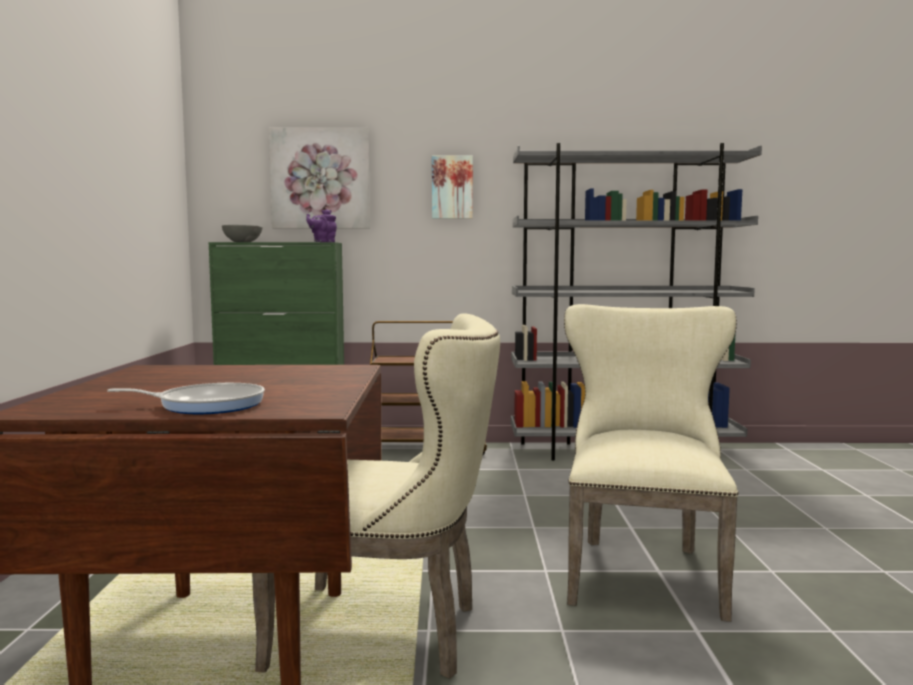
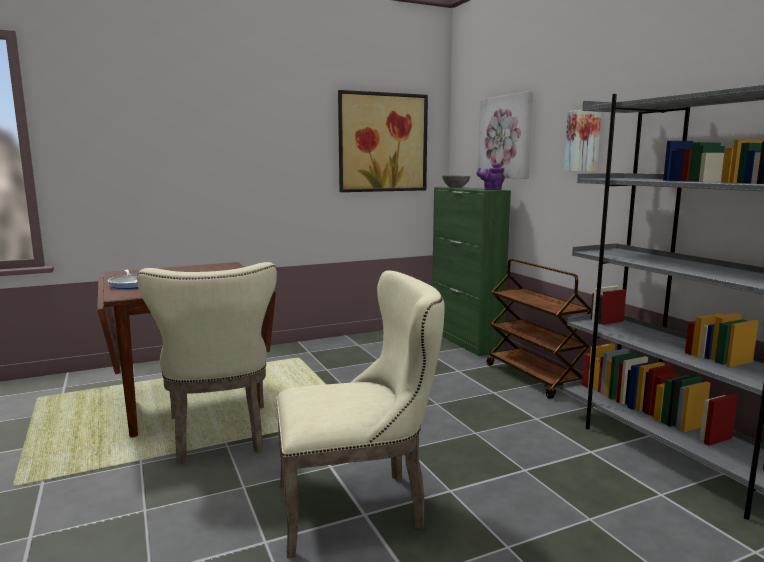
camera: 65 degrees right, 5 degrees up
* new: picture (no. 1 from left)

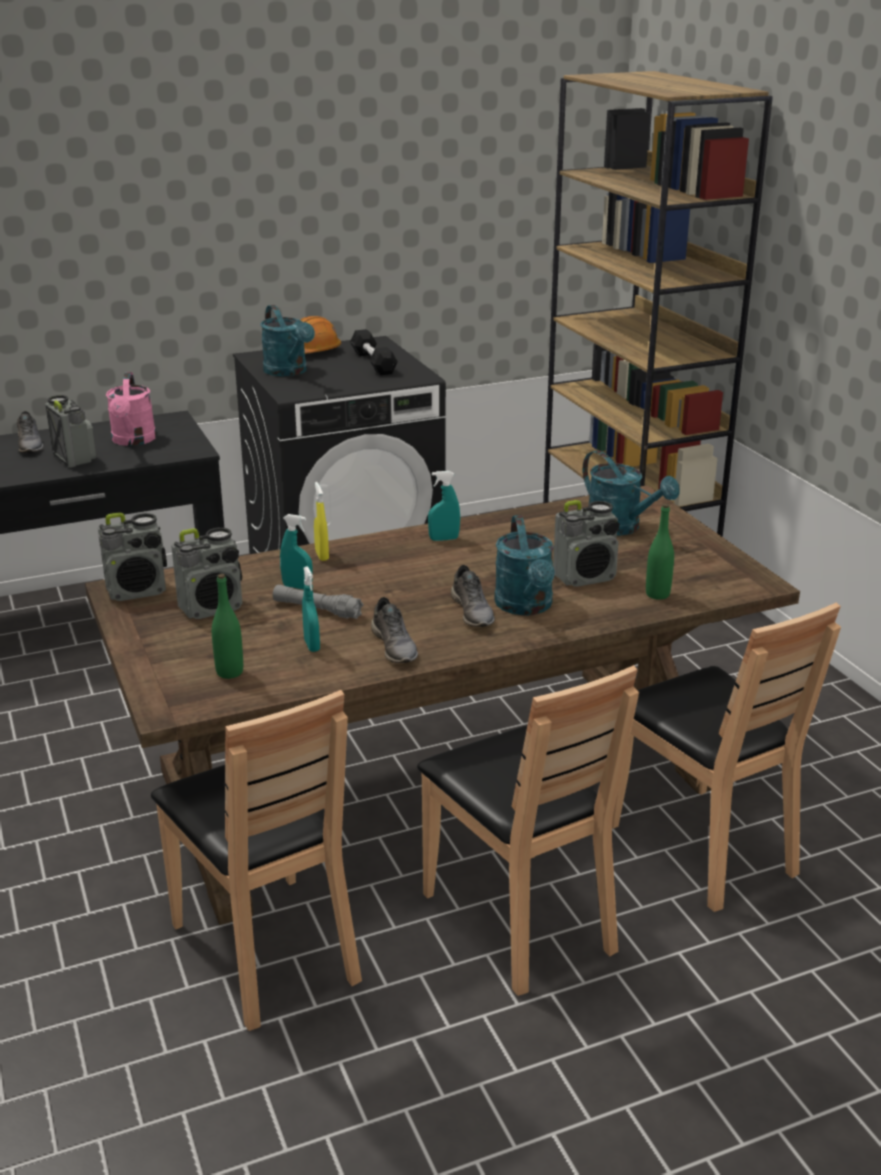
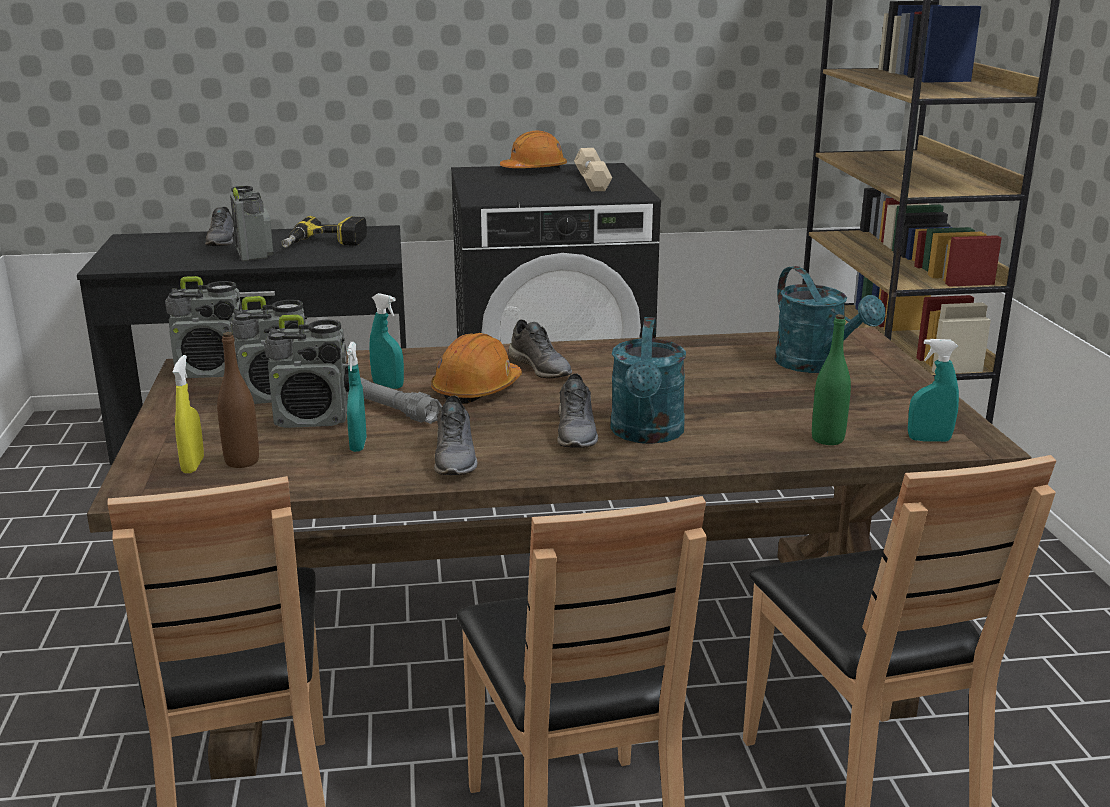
camera: 15 degrees right, 5 degrees down
* shifted: yellow_spray_bottle
* repainted: green_bottle (no. 1 from left) to brown_bottle
* shifted: radio (no. 4 from left)
* swapped: pink_watering_can to power_drill
* new: orange_hard_hat (no. 1 from left)
* new: grey_shoe (no. 3 from left)
* repainted: black_dumbbell to beige_dumbbell
* shifted: turquoise_spray_bottle (no. 3 from left)
* gone: turquoise_watering_can (no. 1 from left)

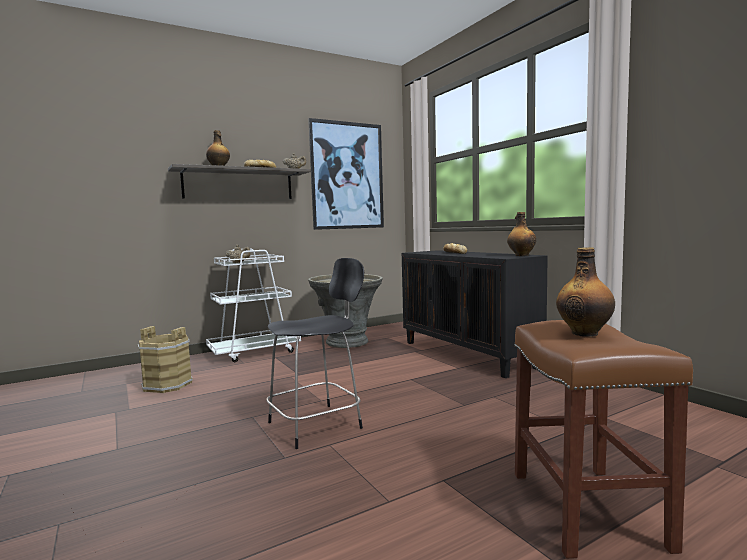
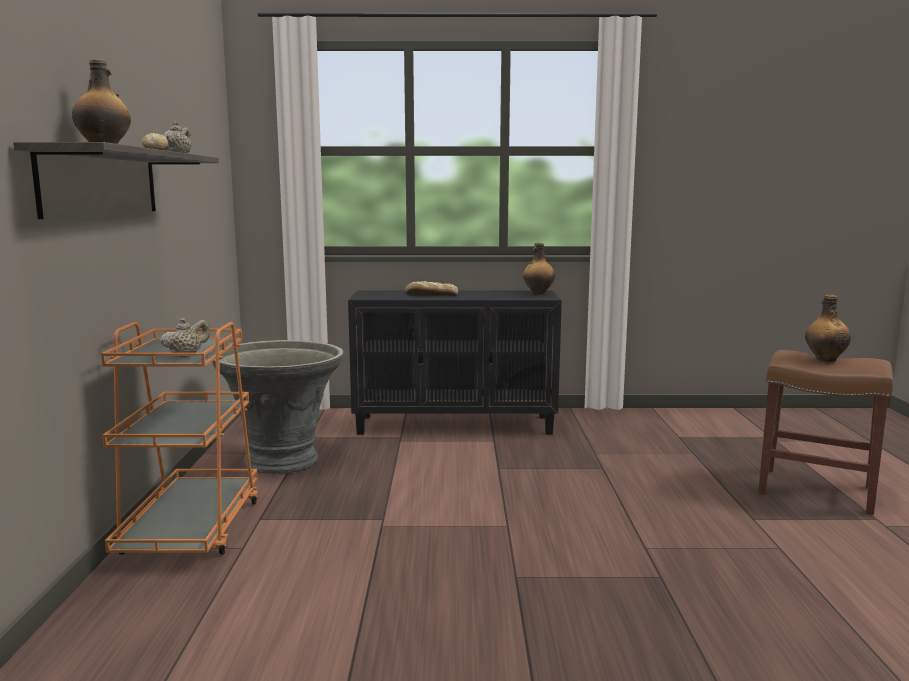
camera: 60 degrees left, 5 degrees up
* repainted: white_cart to orange_cart
* gone: brown_bucket
* gone: black_chair
* gone: picture

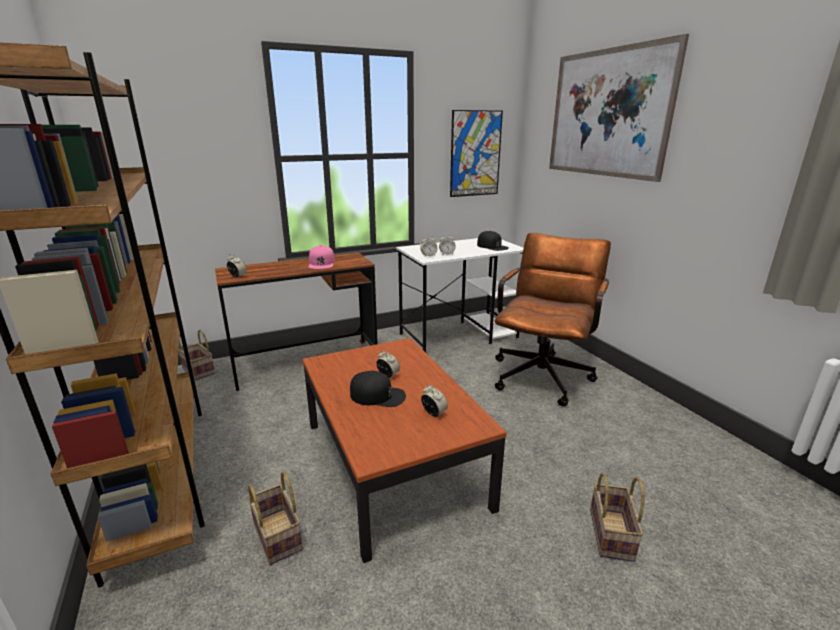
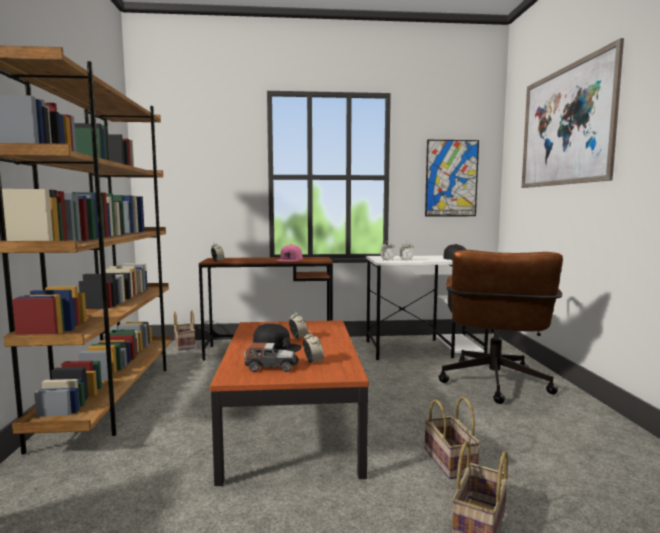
camera: 20 degrees right, 15 degrees down
* new: toy_car
* shifted: basket (no. 2 from left)
* rotated: brown_office_chair 150 degrees clockwise

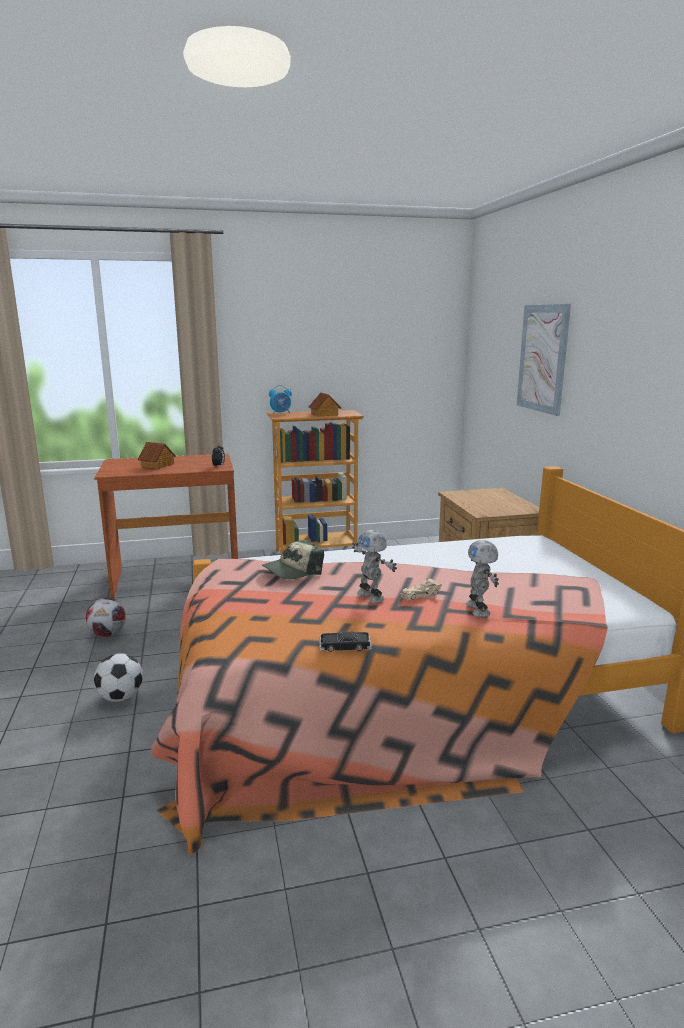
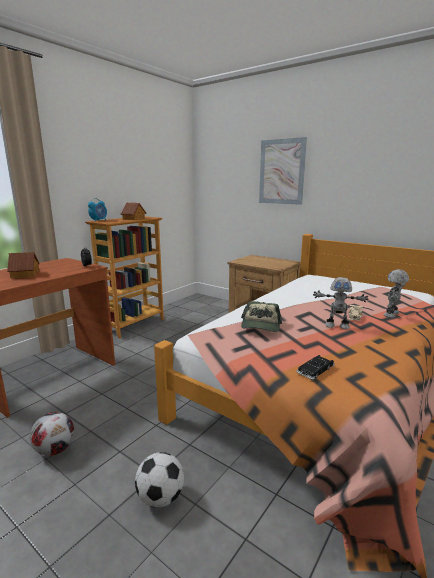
camera: 40 degrees left, 0 degrees up
* shifted: black_toy_car
* rotated: toy_robot (no. 2 from left) 90 degrees clockwise

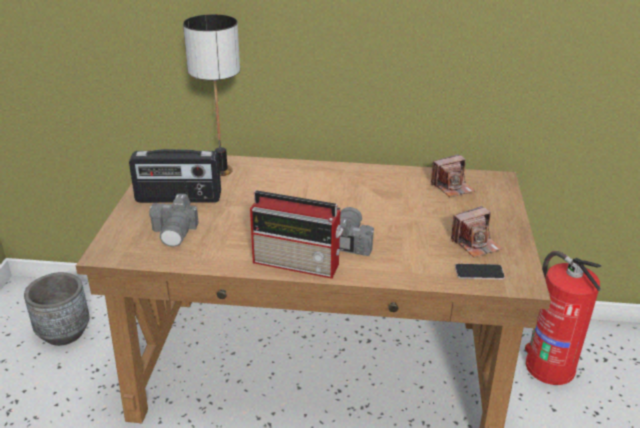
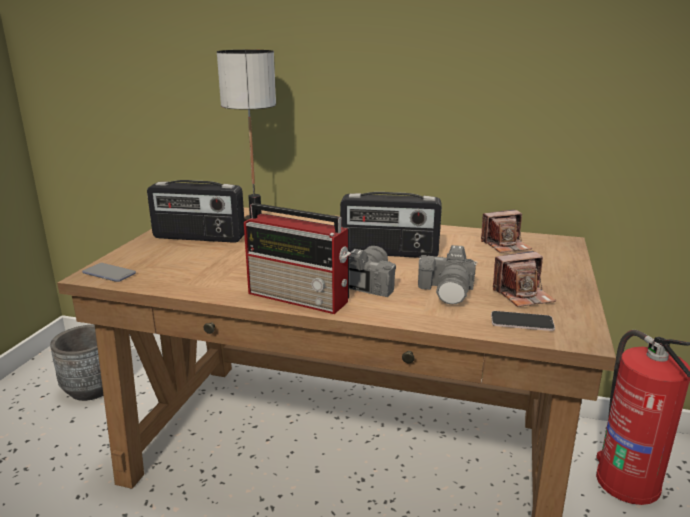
camera: 10 degrees right, 10 degrees down
* new: phone (no. 1 from left)
* new: radio (no. 3 from left)
* shifted: photo_camera (no. 1 from left in the first image) to photo_camera (no. 2 from left)

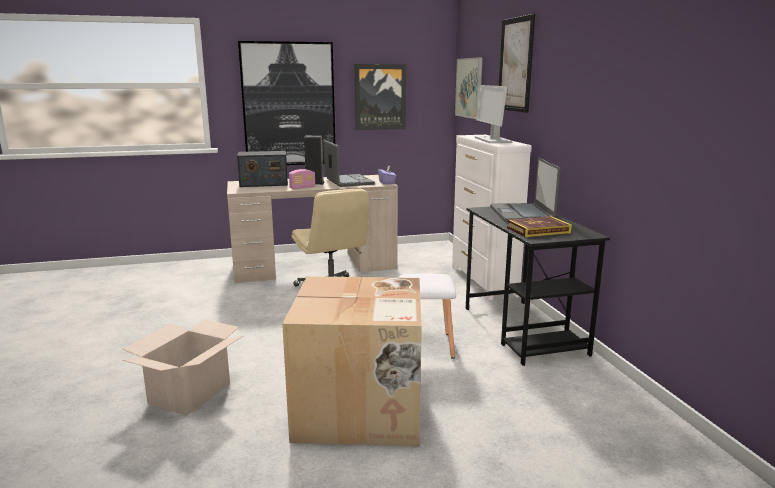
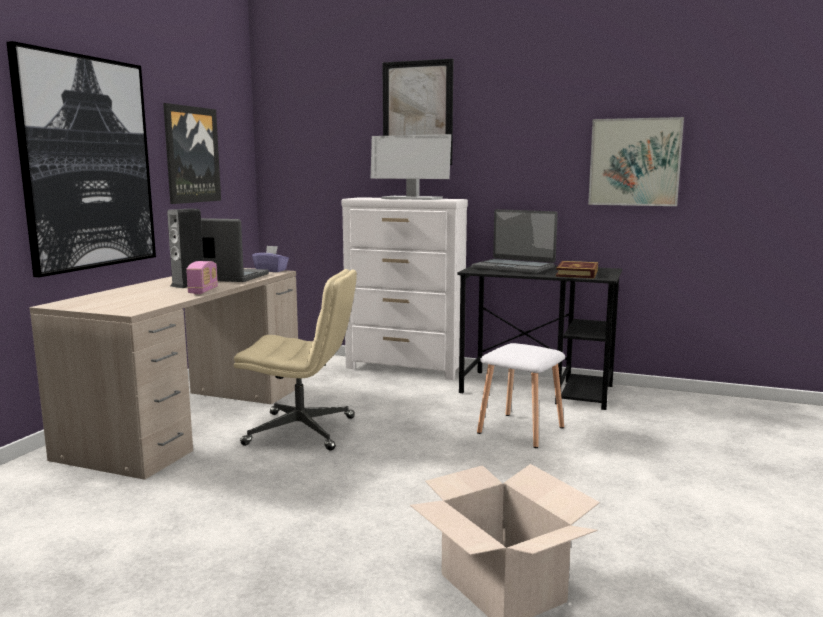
camera: 55 degrees left, 5 degrees down
* shifted: picture (no. 3 from left in the first image) to picture (no. 4 from left)
* gone: radio (no. 1 from left)
* gone: cardboard_box (no. 2 from left)

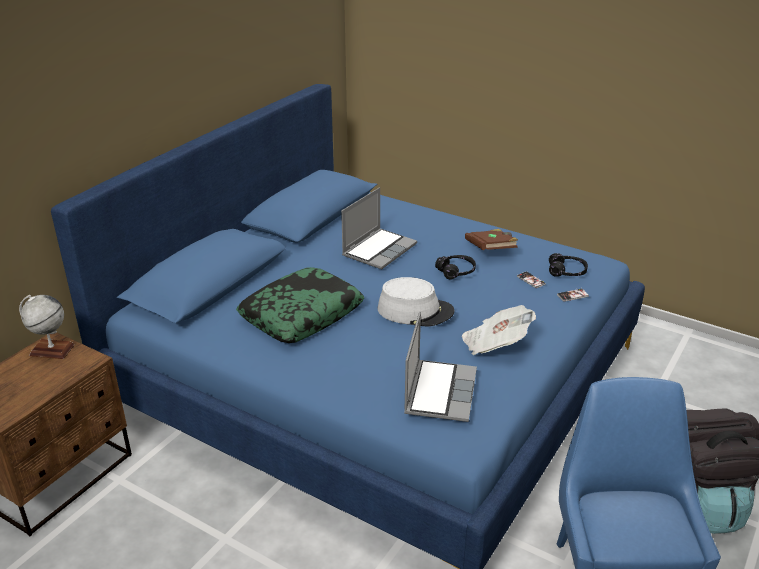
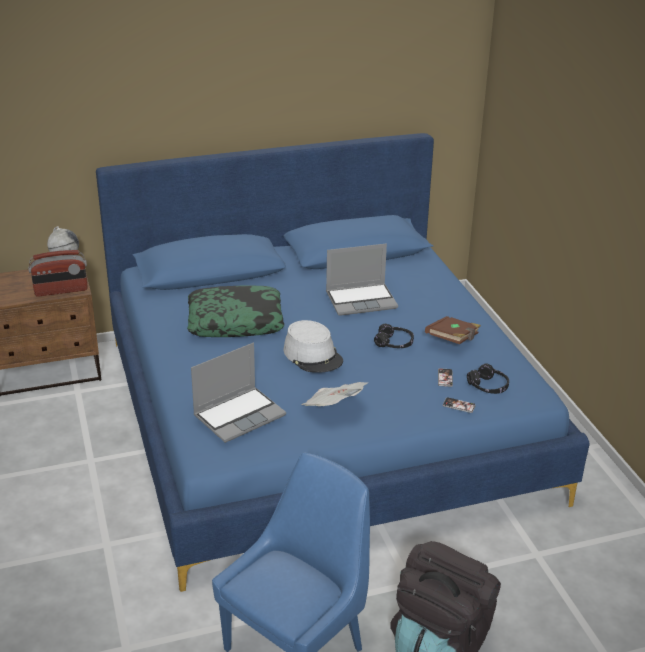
camera: 40 degrees right, 0 degrees up
* new: radio

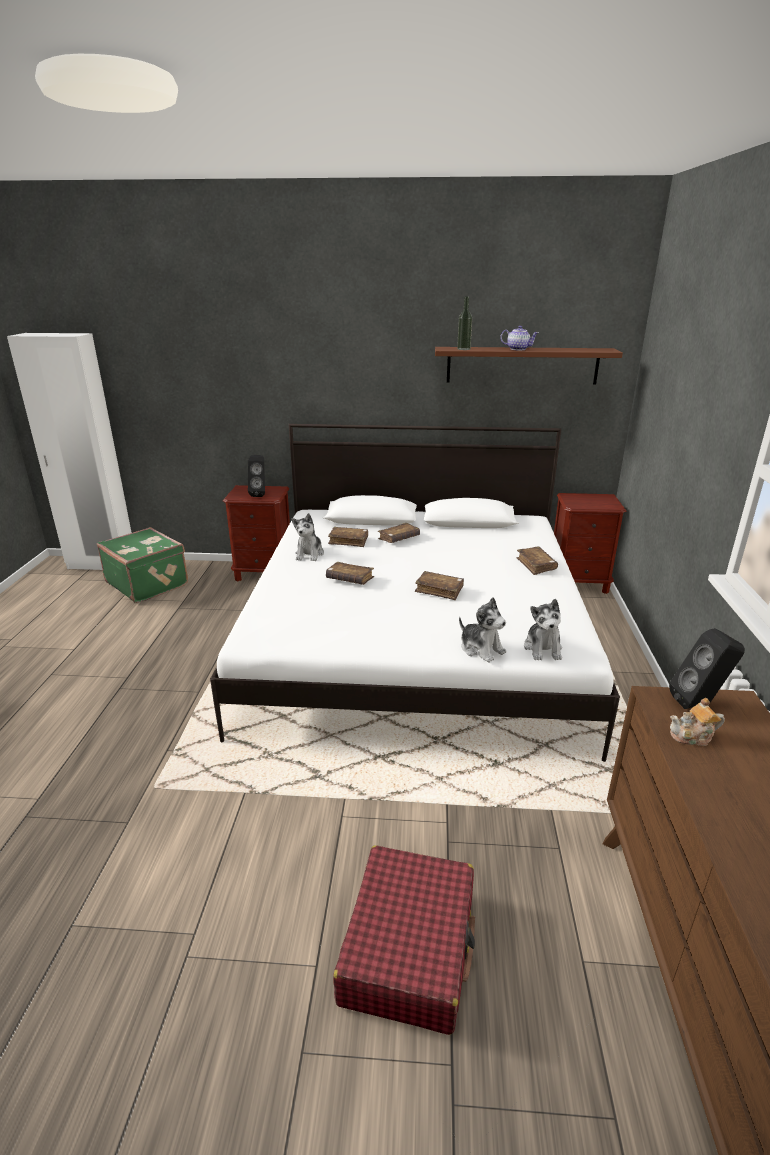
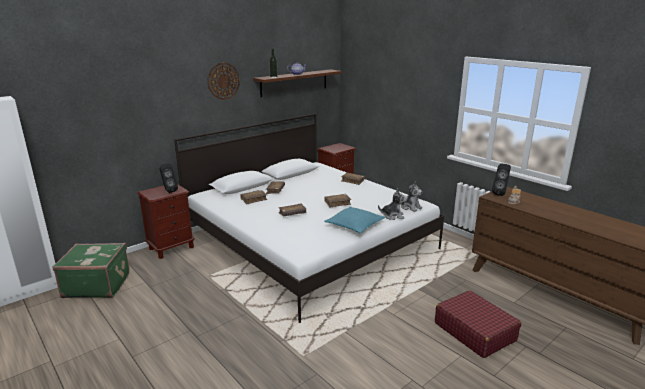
camera: 45 degrees left, 5 degrees down
* new: wall_clock
* new: turquoise_pillow
* gone: plush_toy (no. 1 from left)

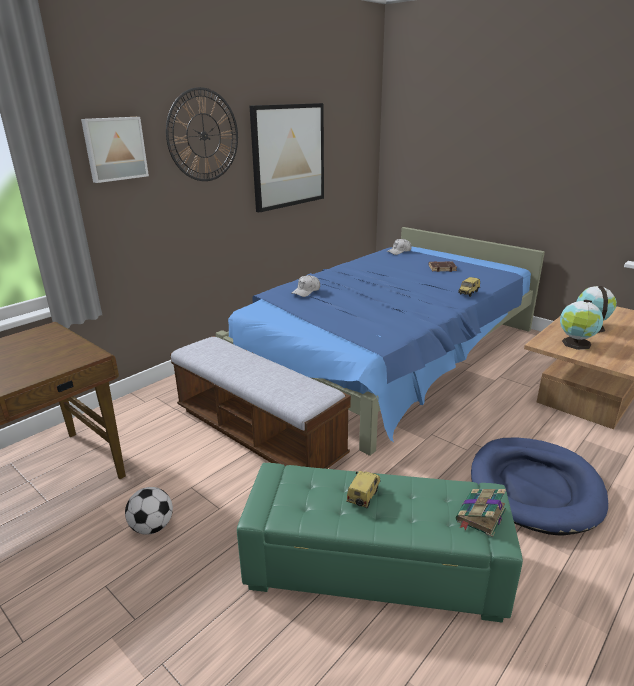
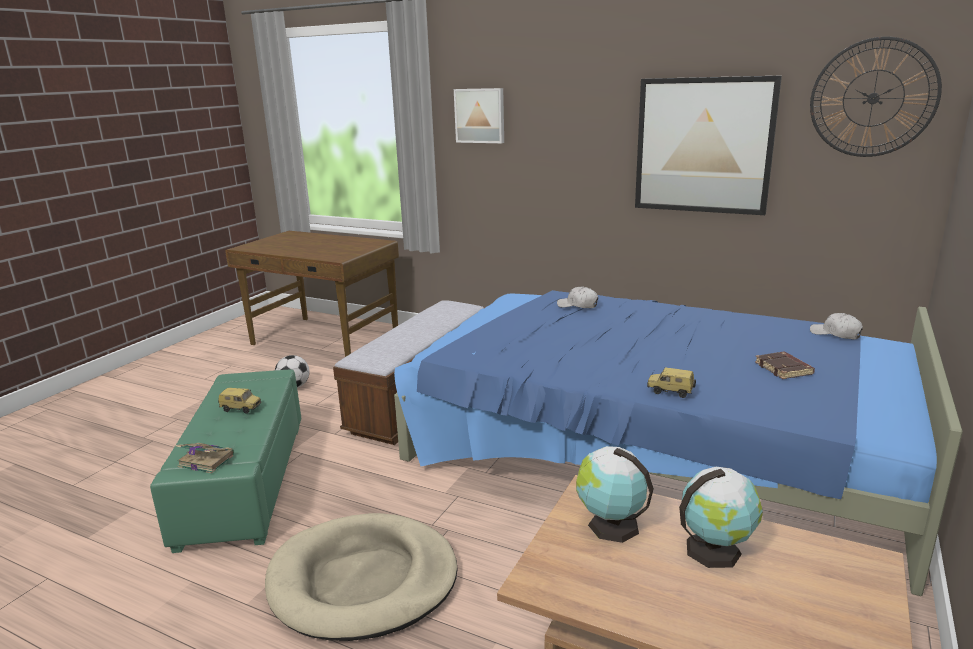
camera: 75 degrees right, 5 degrees down
* repainted: blue_dog_bed to beige_dog_bed
* shifted: wall_clock

